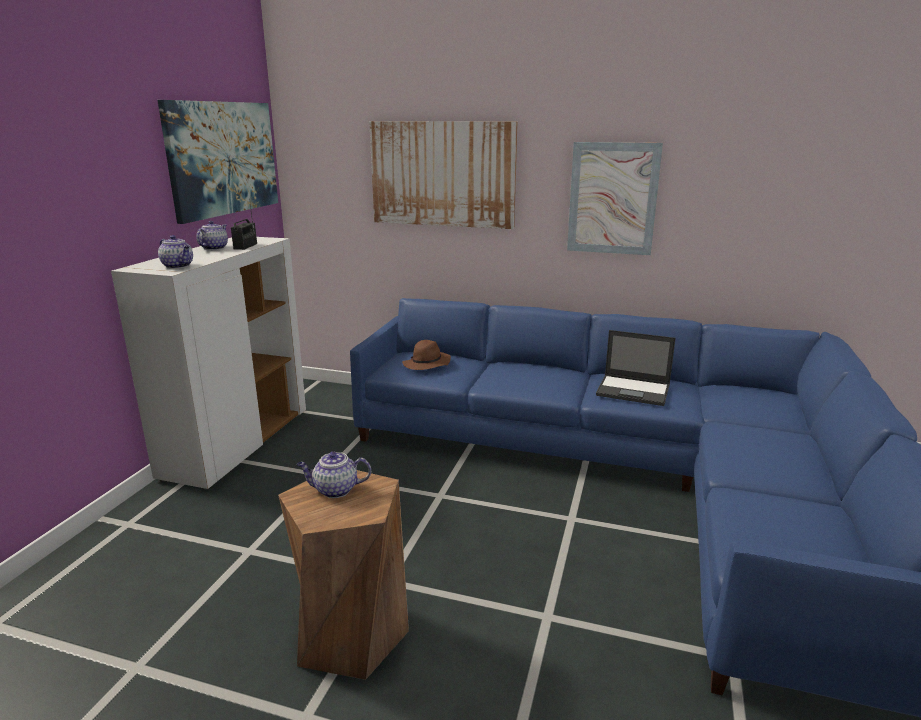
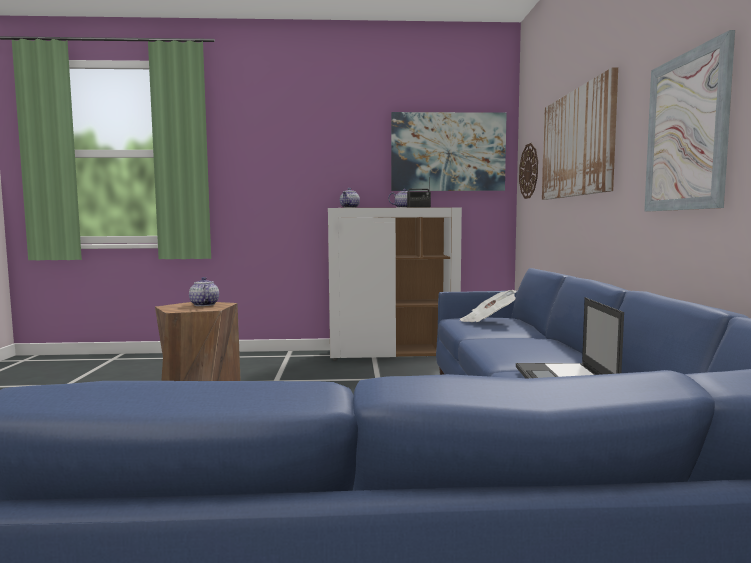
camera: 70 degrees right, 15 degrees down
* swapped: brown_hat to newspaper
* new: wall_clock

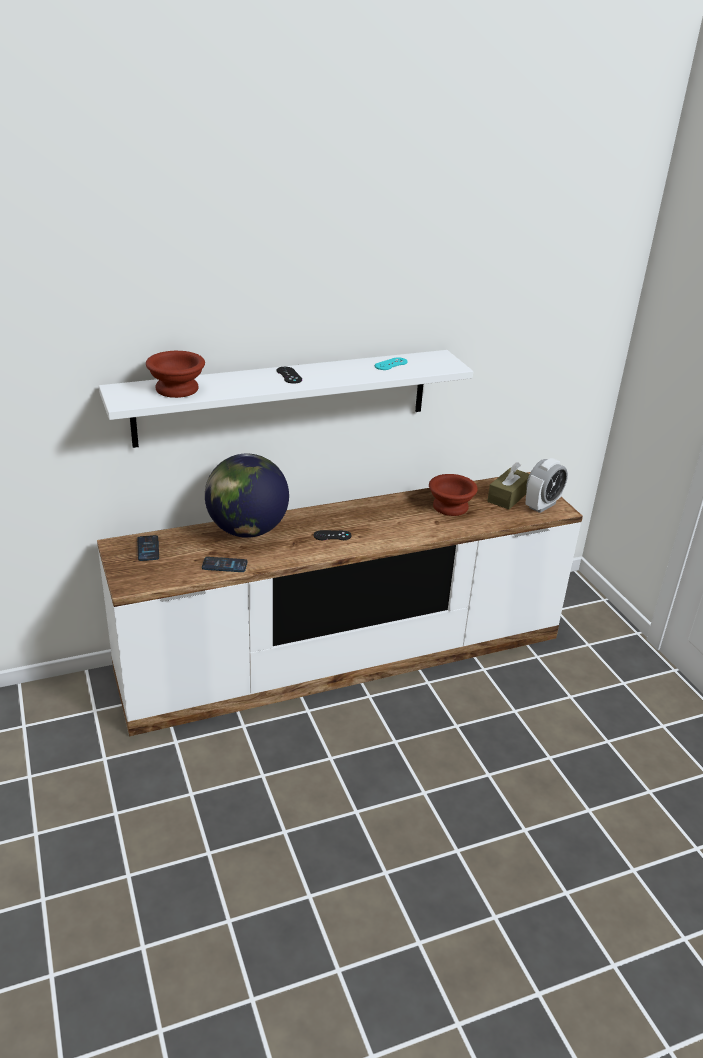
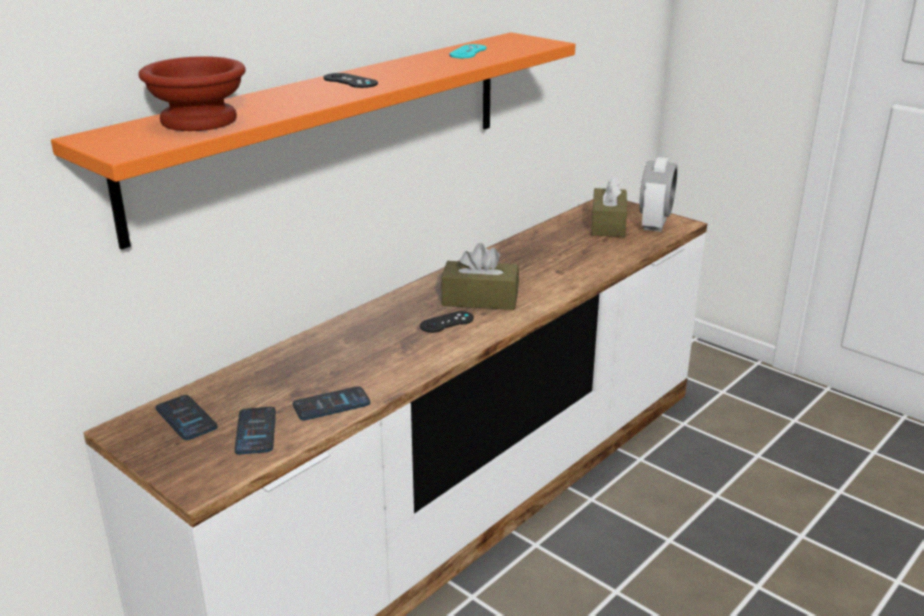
camera: 25 degrees left, 5 degrees down
* repainted: white_shelf to orange_shelf
* new: phone (no. 2 from left)
* new: brown_tissue_box (no. 1 from left)
* gone: globe
* gone: brown_bowl (no. 2 from left)

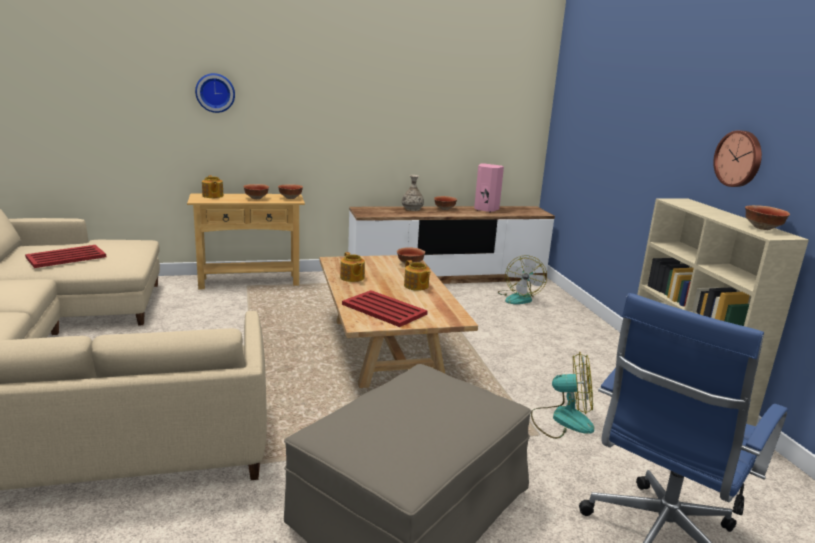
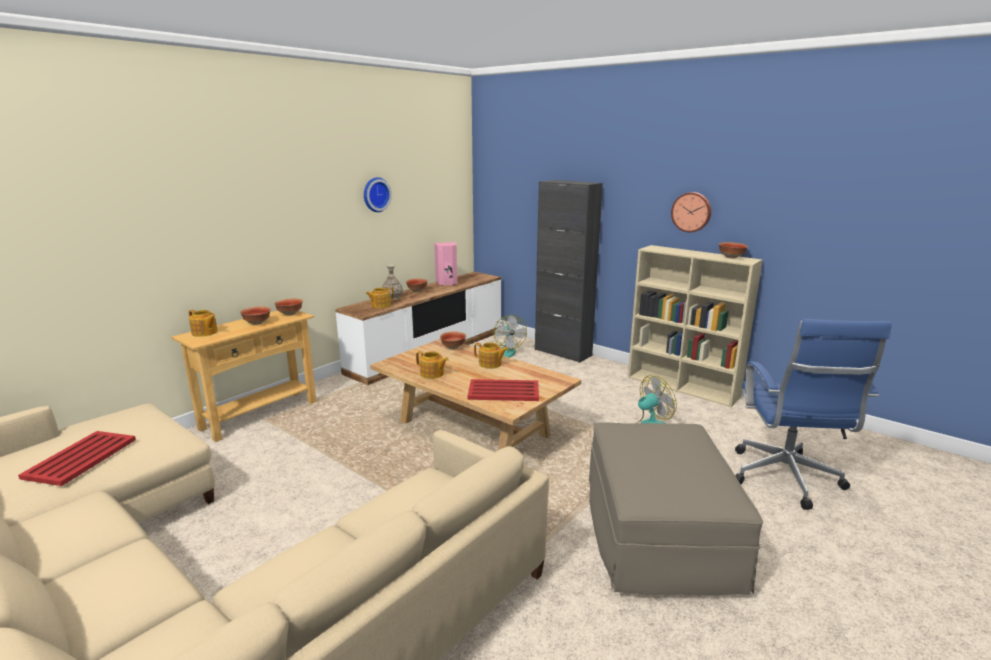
camera: 35 degrees left, 0 degrees up
* shifted: wall_clock (no. 1 from left)
* new: teapot (no. 2 from left)
* new: black_cabinet

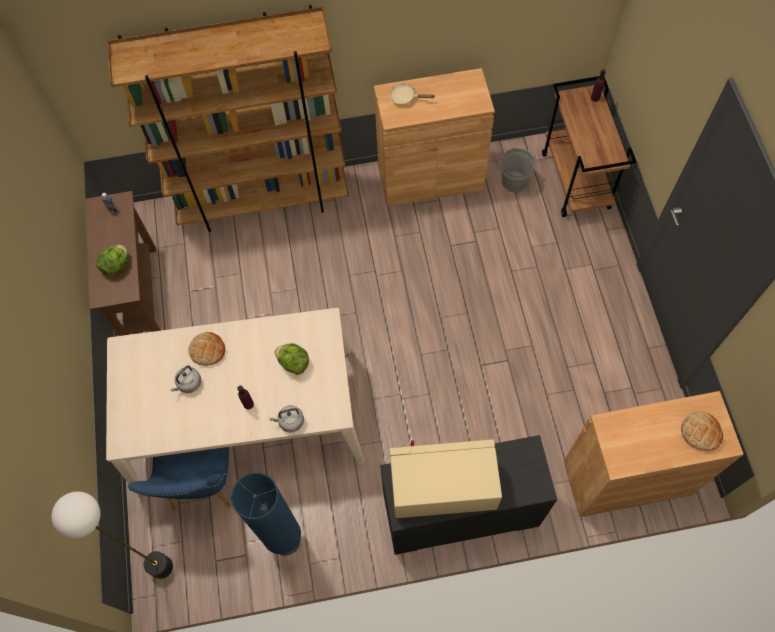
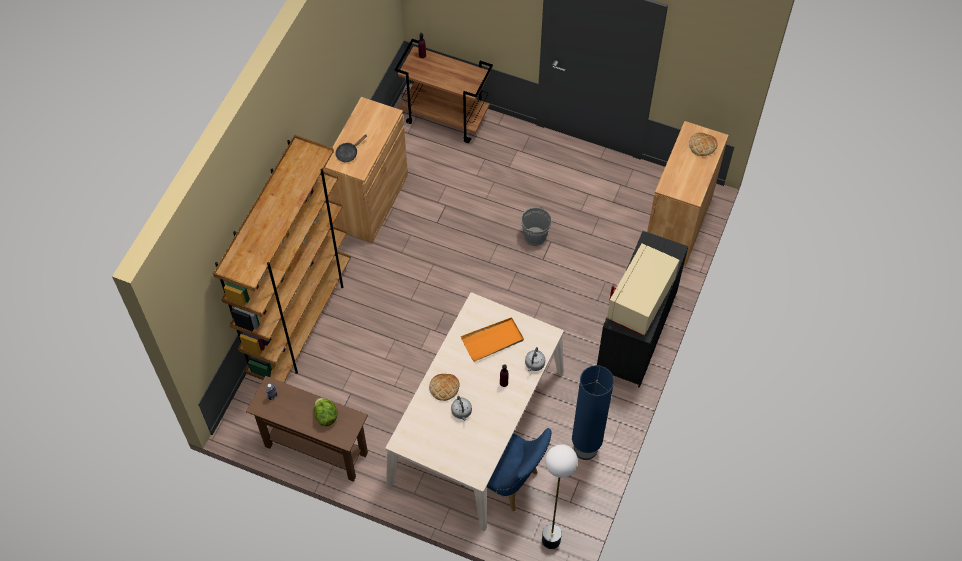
camera: 60 degrees left, 5 degrees down
* repainted: beige_frying_pan to black_frying_pan
* swapped: lettuce (no. 2 from left) to orange_tray
* shifted: grey_bucket

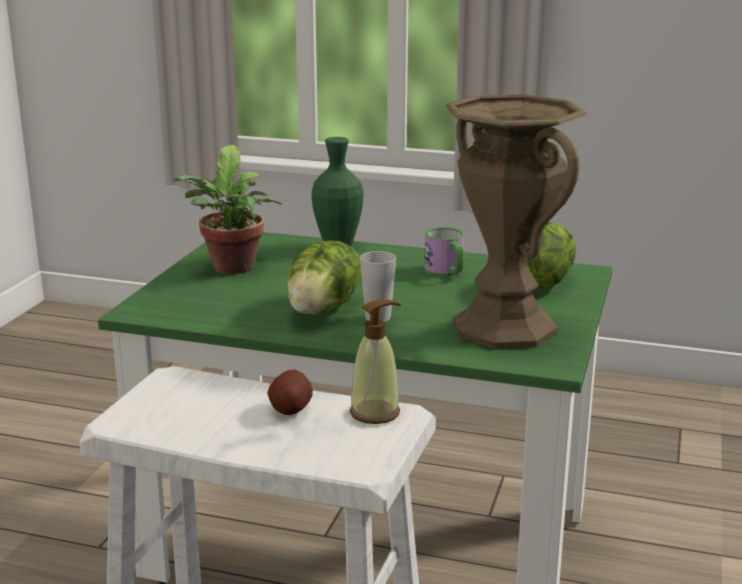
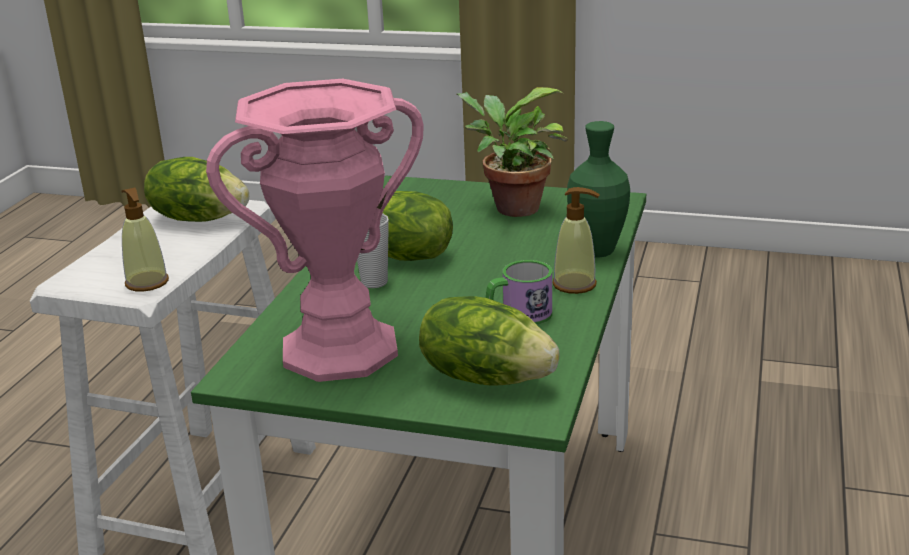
camera: 90 degrees right, 5 degrees up
* new: lettuce (no. 1 from left)
* repainted: brown_vase to pink_vase
* new: soap_dispenser (no. 2 from left)
* gone: potato

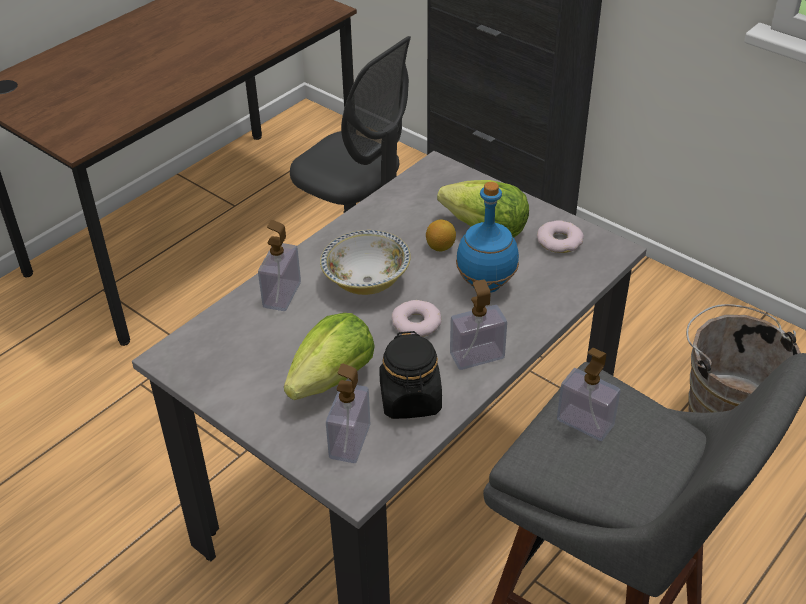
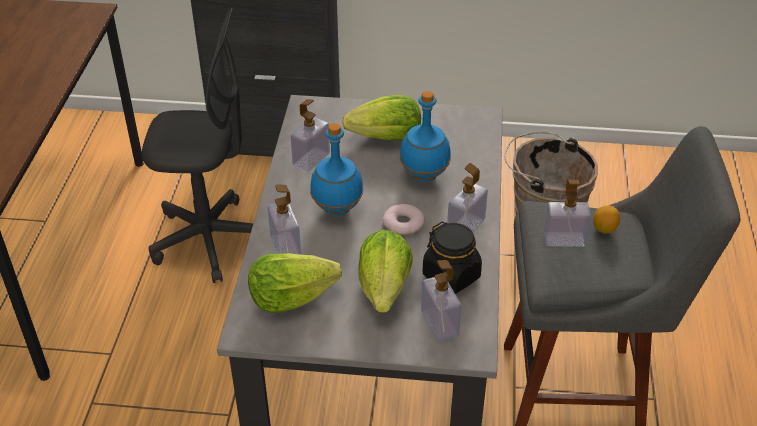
camera: 35 degrees left, 0 degrees up
* new: lettuce (no. 1 from left)
* new: soap_dispenser (no. 2 from left)
* swapped: bowl to blue_bottle (no. 1 from left)
* shifted: lemon
* gone: donut (no. 2 from left)

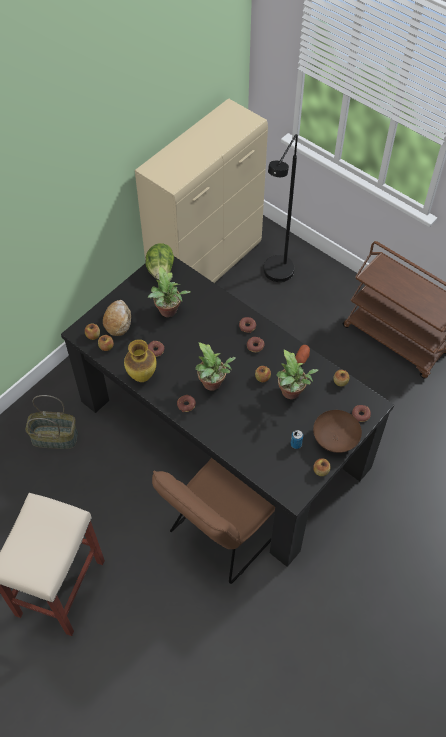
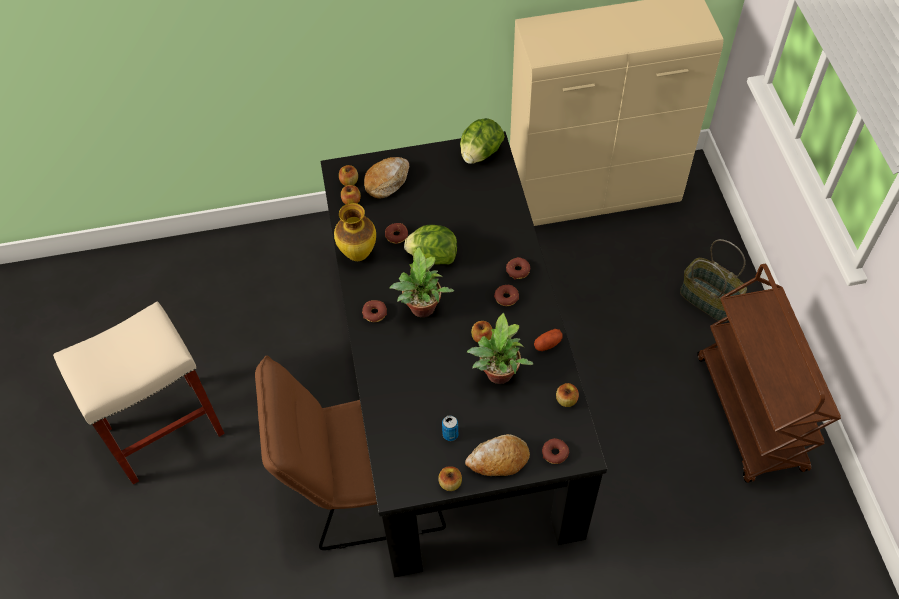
camera: 40 degrees right, 0 degrees up
* new: lettuce (no. 1 from left)
* swapped: brown_bowl to bread (no. 2 from left)
* shifted: basket
* gone: potted_plant (no. 1 from left)
* gone: black_floor_lamp

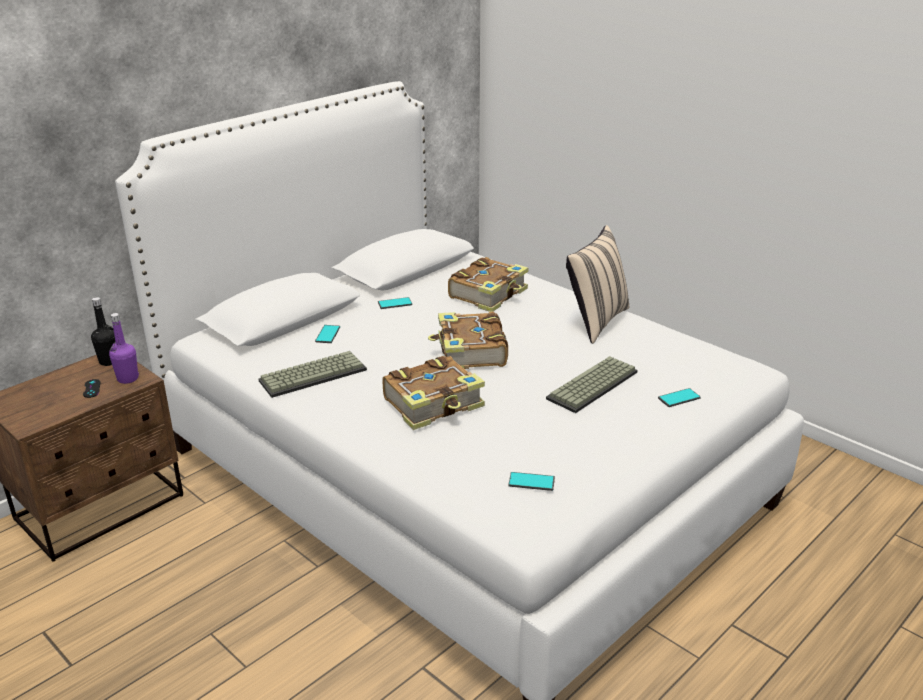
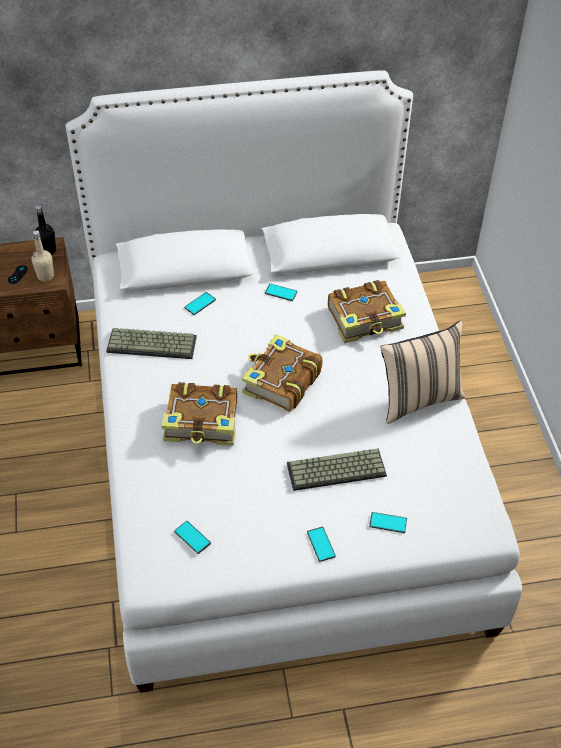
camera: 35 degrees right, 20 degrees up
* repainted: purple_bottle to beige_bottle
* new: phone (no. 4 from left)

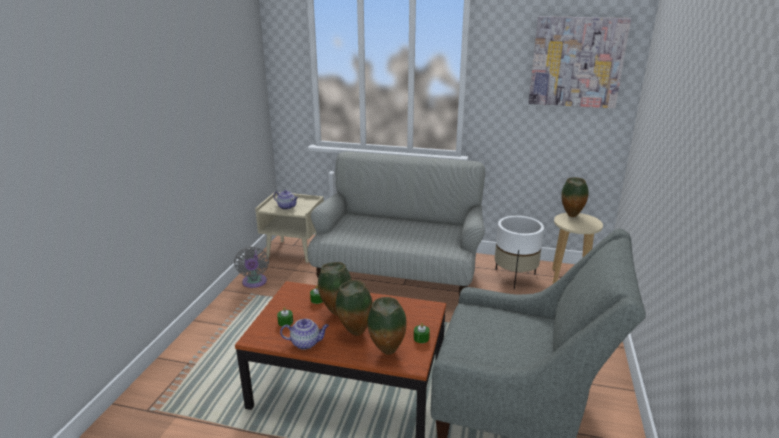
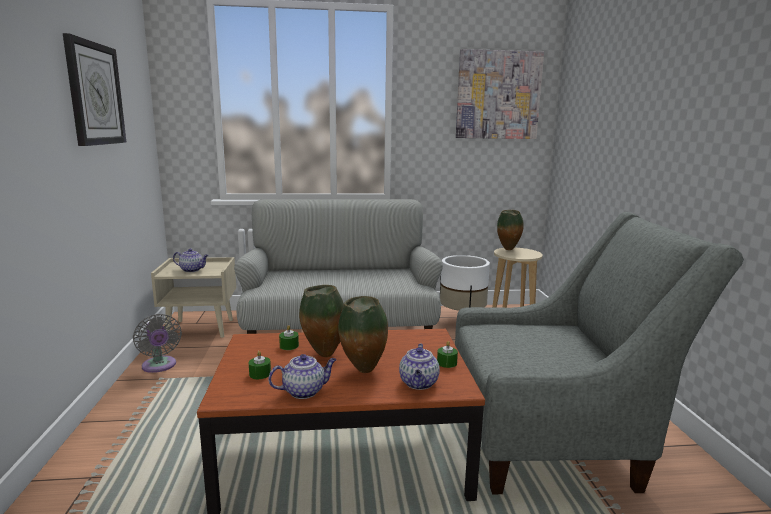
camera: 20 degrees left, 10 degrees down
* new: wall_clock
* swapped: vase (no. 3 from left) to teapot (no. 3 from left)

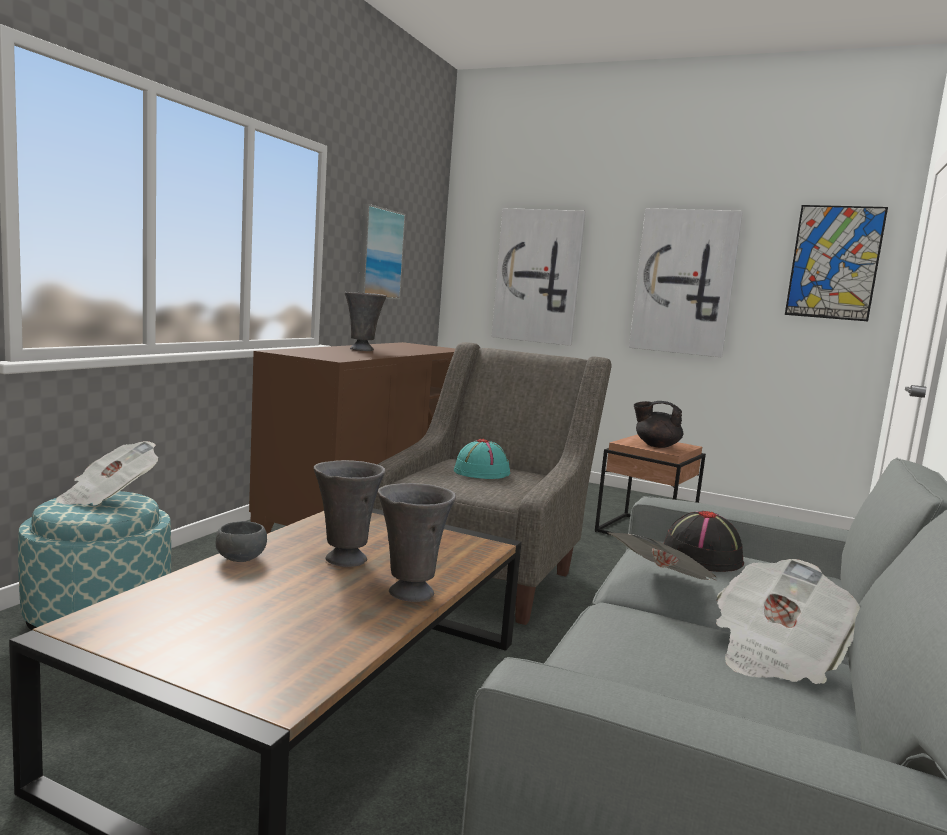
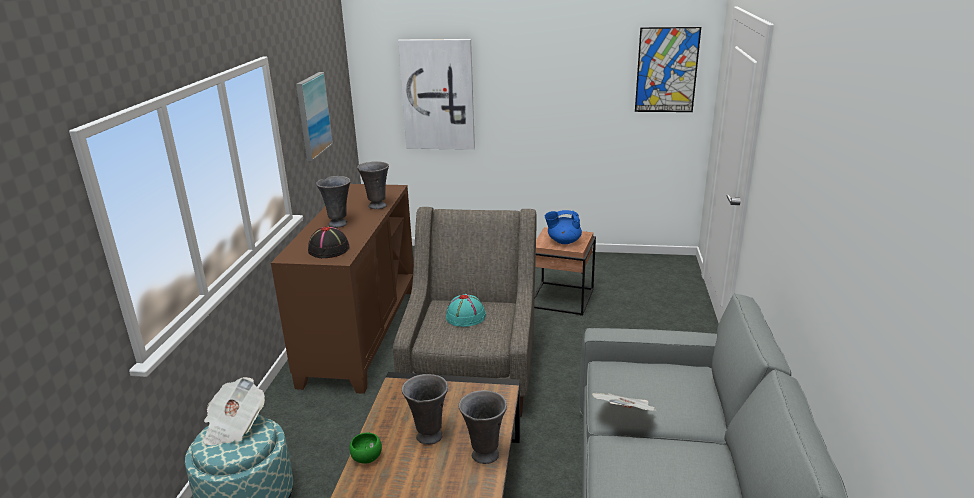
camera: 15 degrees left, 15 degrees up
* shifted: black_hat
* repainted: grey_bowl to green_bowl
* new: grey_vase (no. 2 from left)
* repainted: black_teapot to blue_teapot
* gone: picture (no. 3 from left)
* gone: newspaper (no. 3 from left)

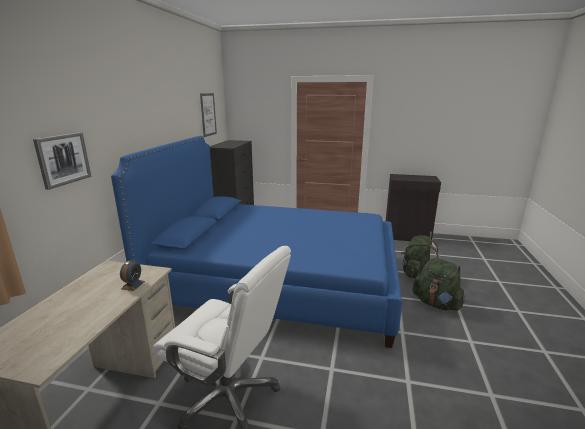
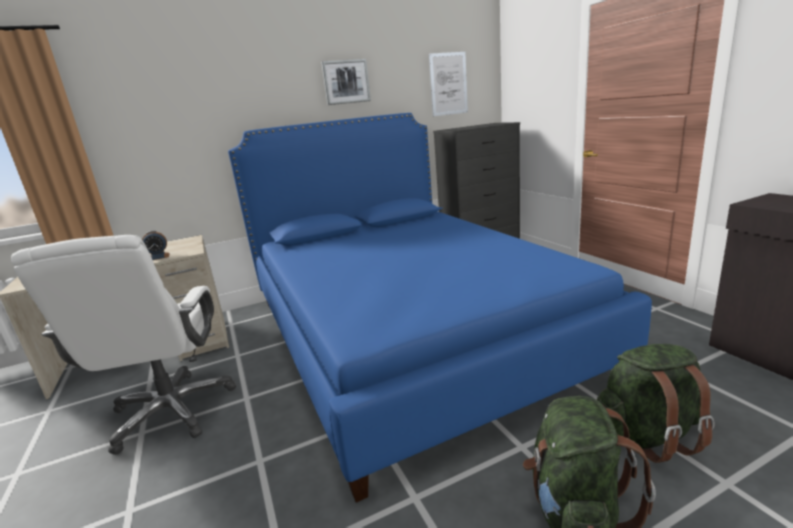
camera: 55 degrees right, 0 degrees up
* shifted: picture (no. 1 from left)

